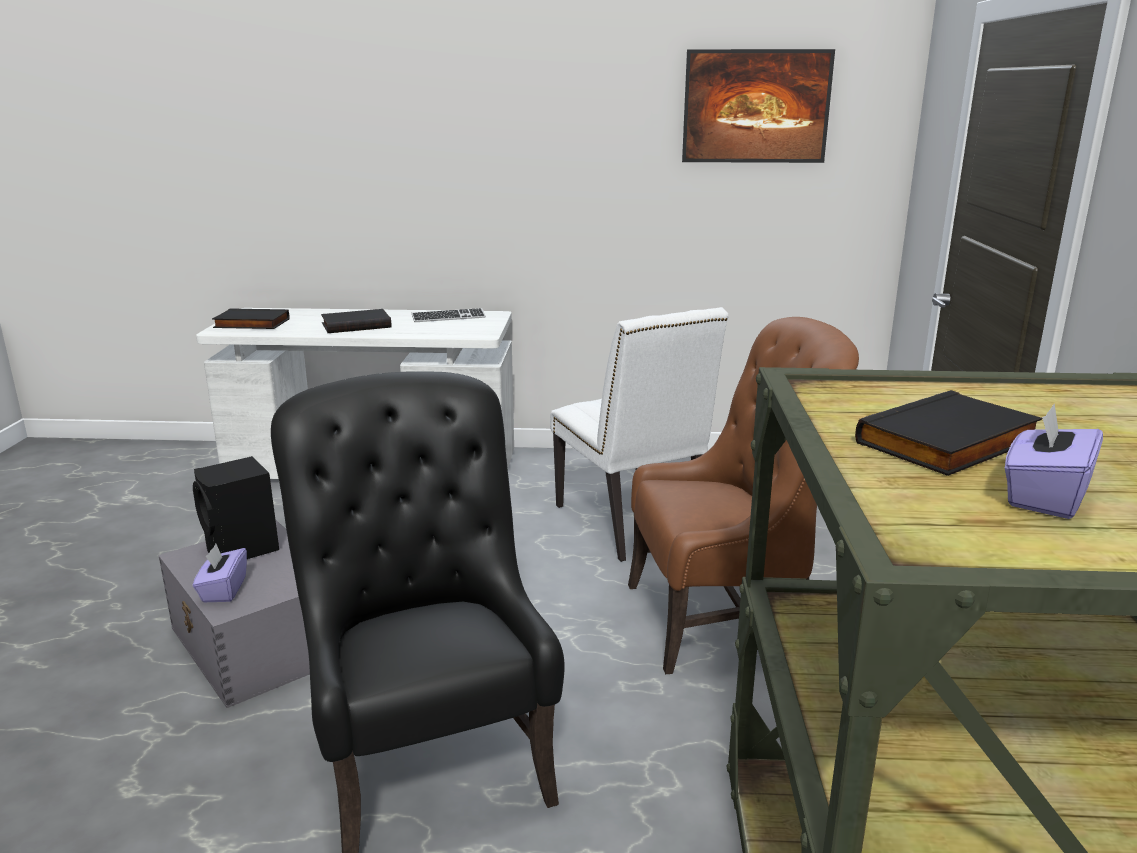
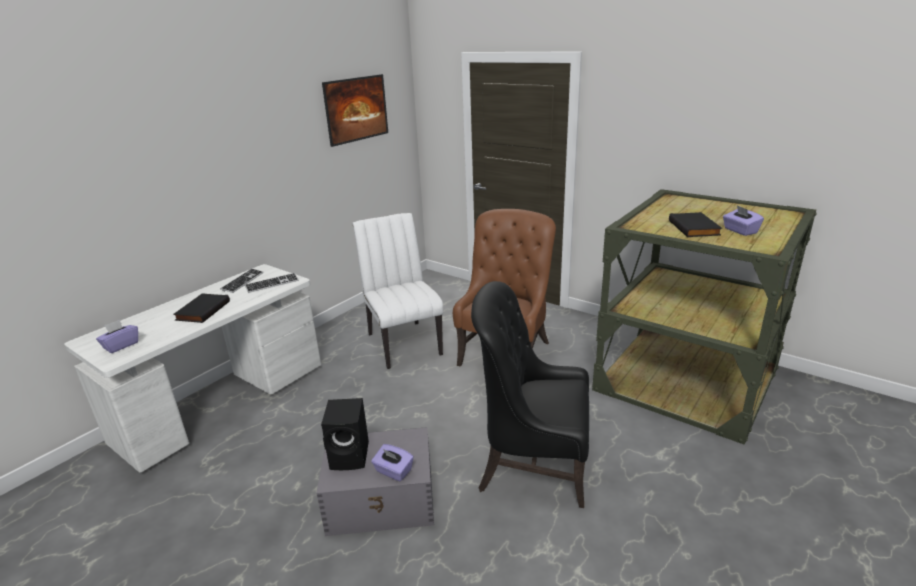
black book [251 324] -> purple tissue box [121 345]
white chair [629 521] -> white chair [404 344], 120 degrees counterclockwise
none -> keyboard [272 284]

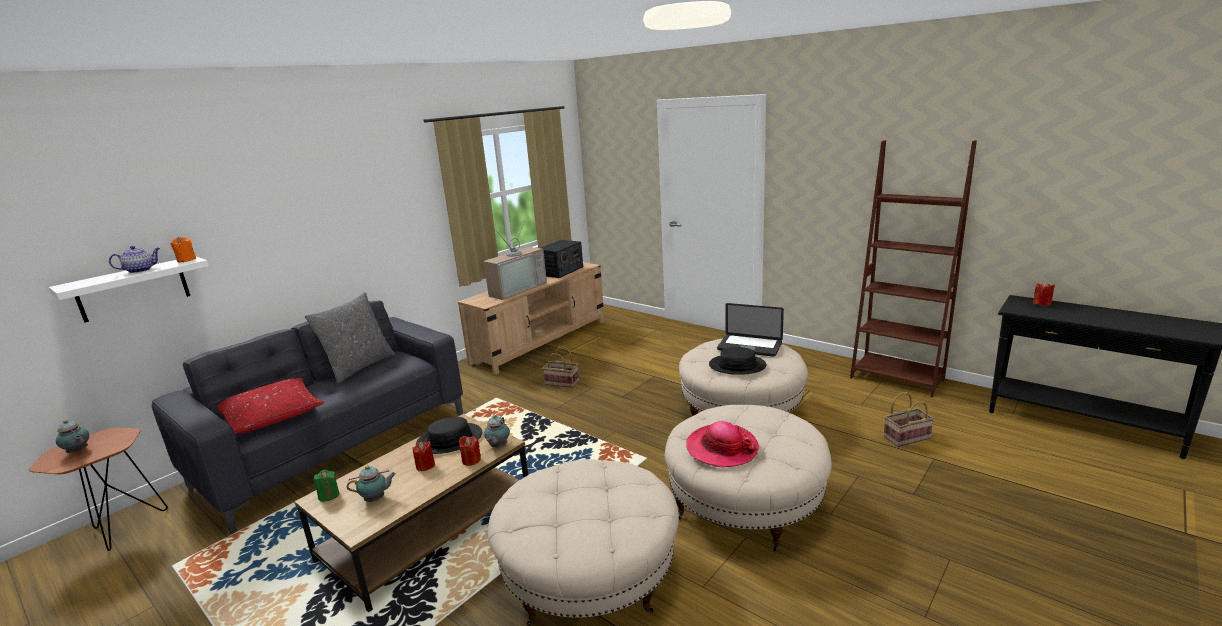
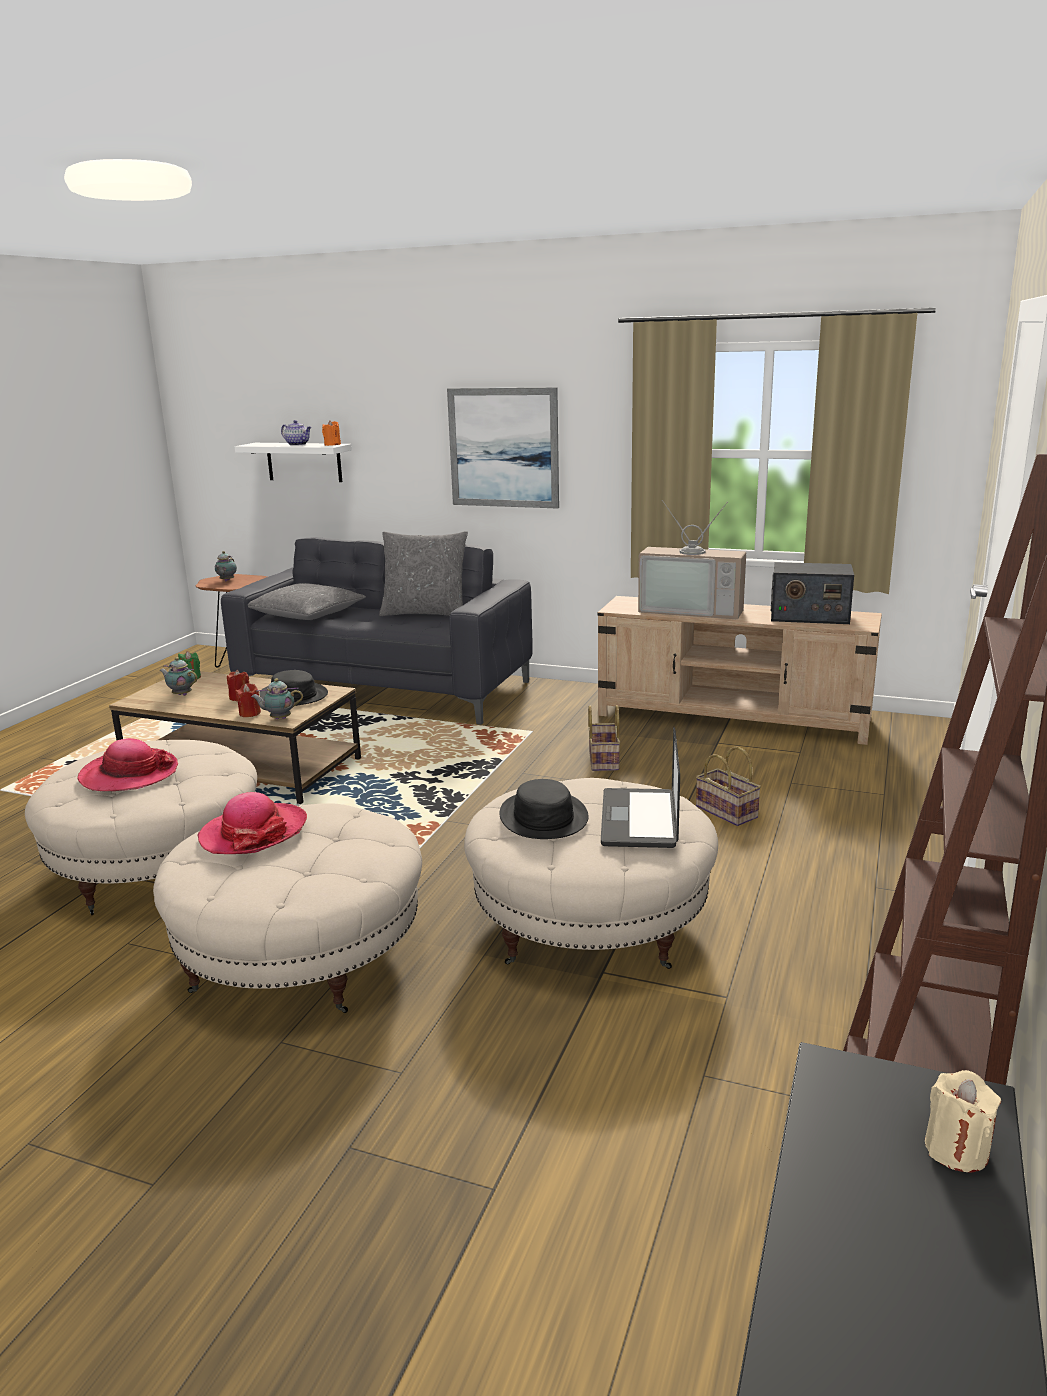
red pillow [271 416] -> grey pillow [306 614]
teapot [376 499] -> teapot [181 694], 150 degrees clockwise
basket [907 437] -> basket [728 812], relocated
red candle [1042 303] -> beige candle [956 1149]
none -> hat [129 774]
none -> picture [503 448]

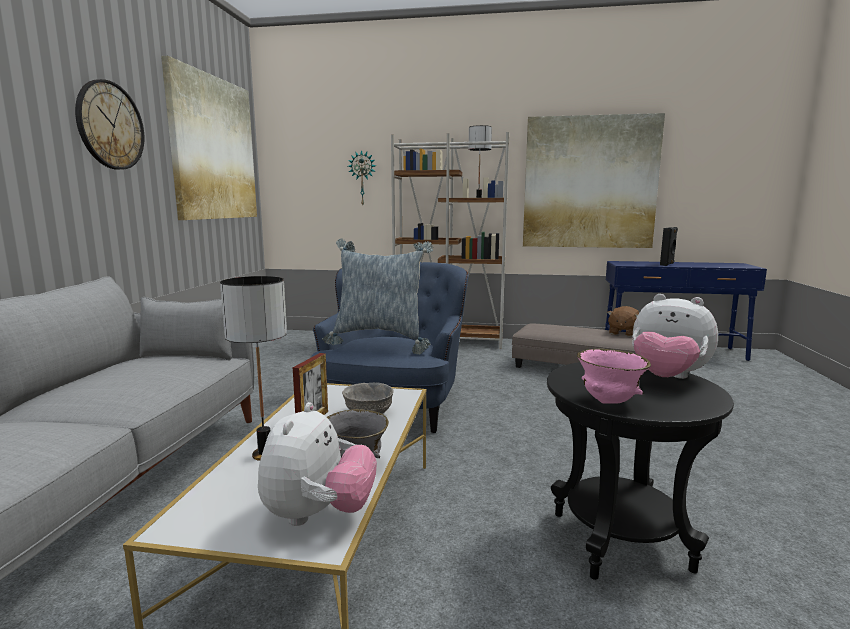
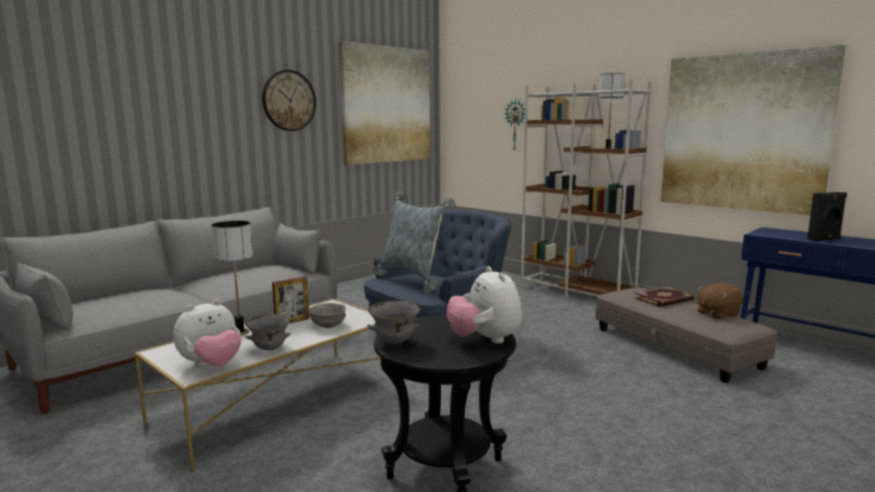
pink bowl [609 402] -> grey bowl [394 342]
none -> book [664 299]

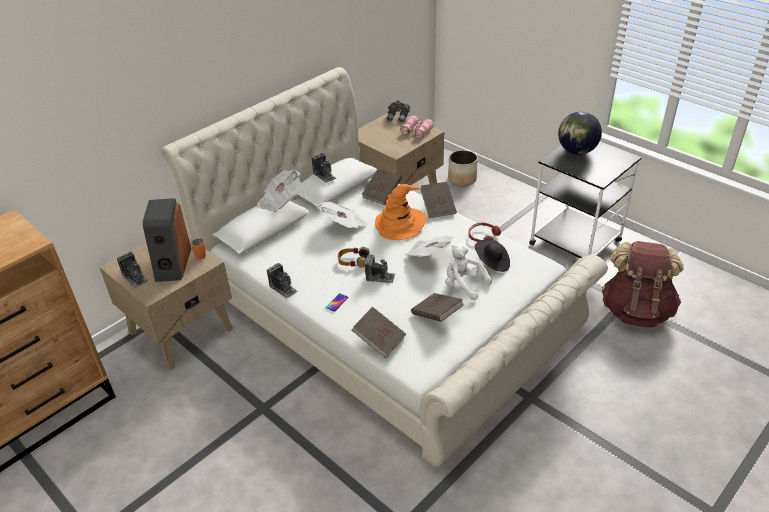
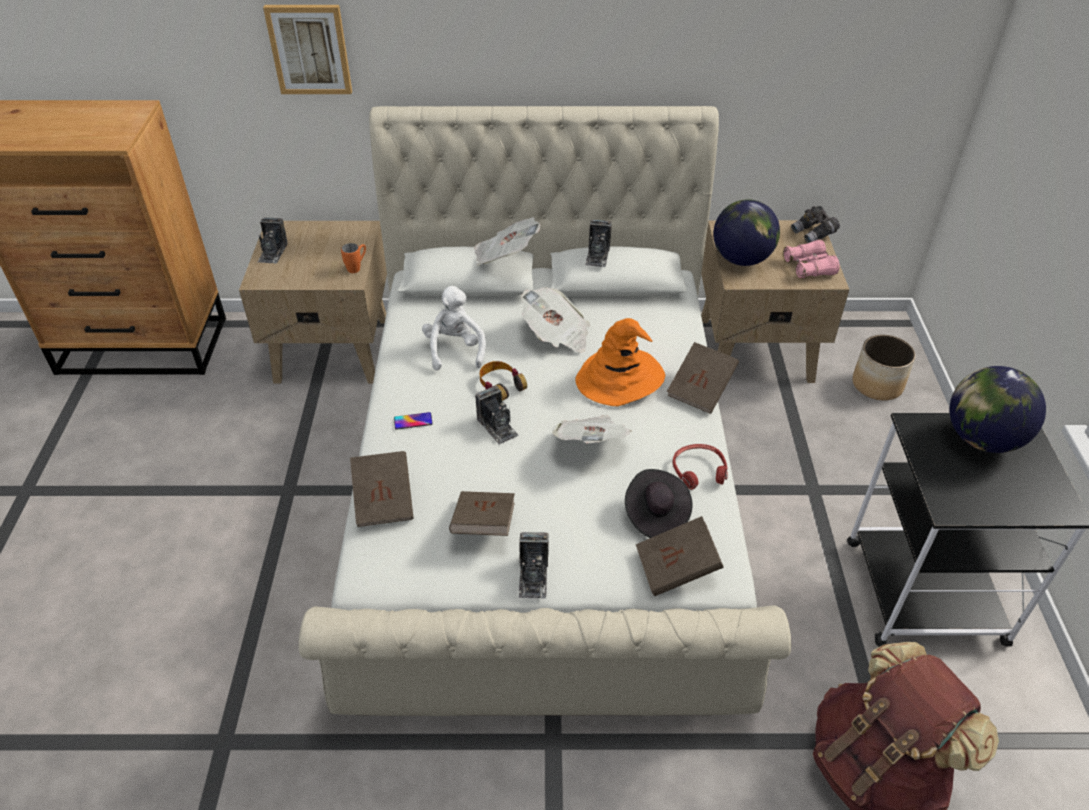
speaker [172 264] -> none
photo camera [283 288] -> photo camera [533 577], relocated
brown book [382 194] -> brown book [676 568], relocated
white plush toy [463 285] -> white plush toy [455 350], relocated
none -> picture [309 49]
none -> globe [741 259]

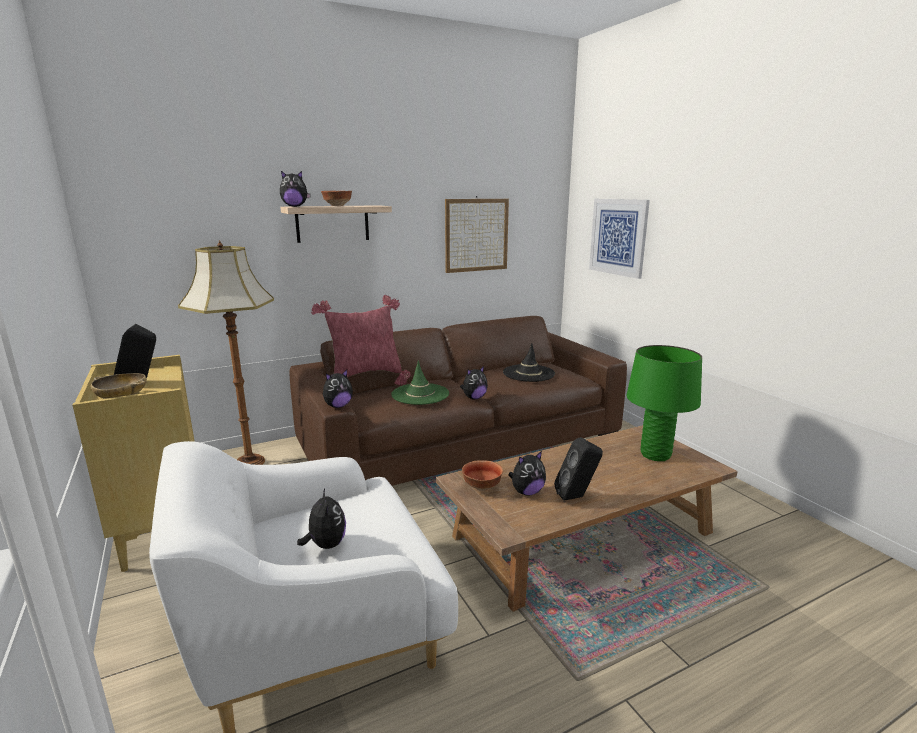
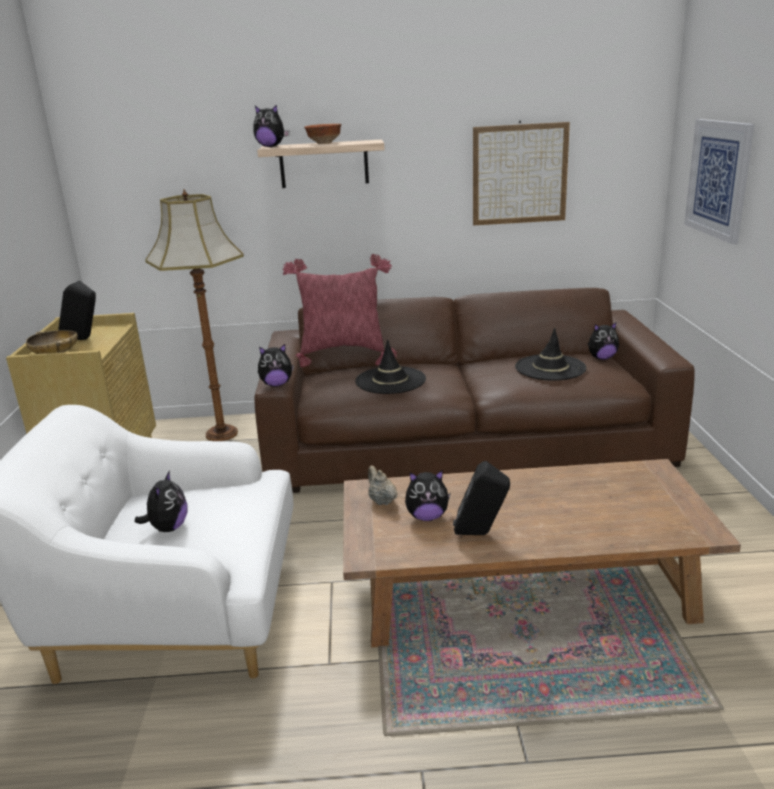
green hat [420 394] -> black hat [390 381]
plush toy [474 398] -> plush toy [601 358], relocated
bowl [481 487] -> beige teapot [382 501]
green table lamp [655 455] -> none

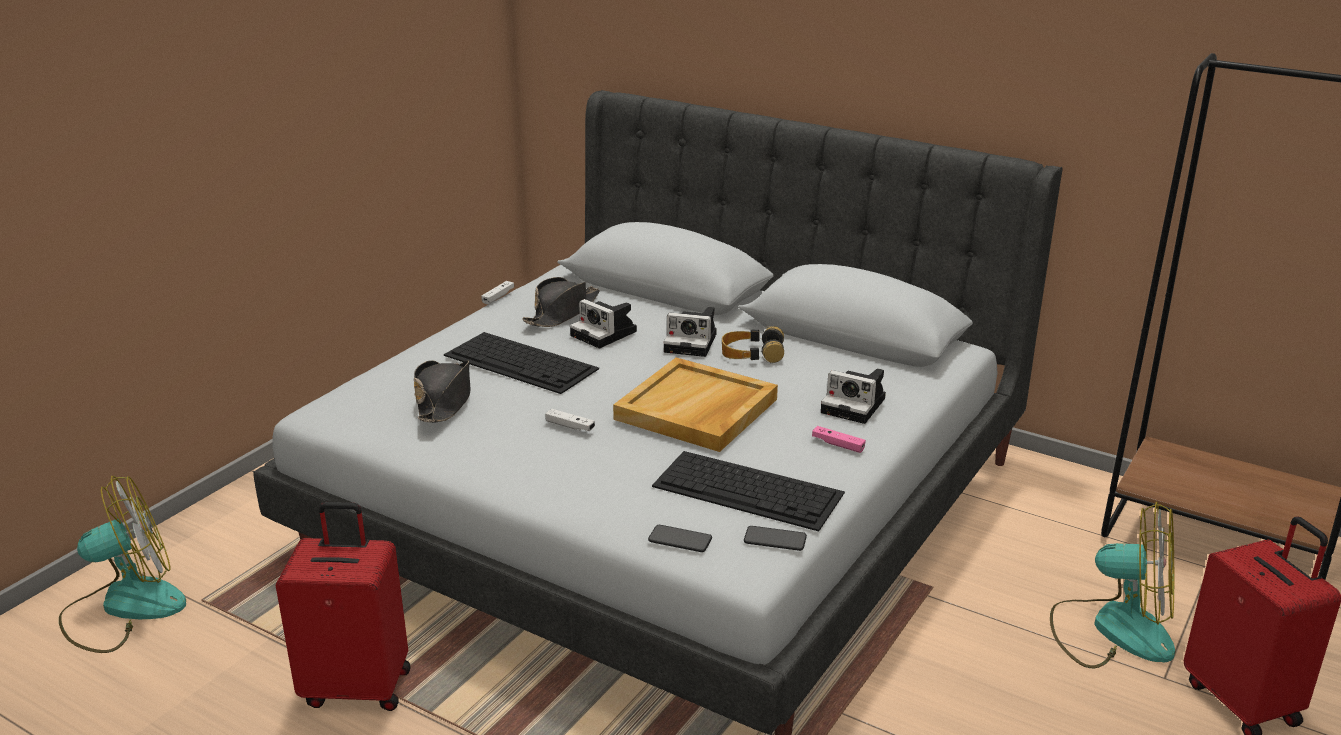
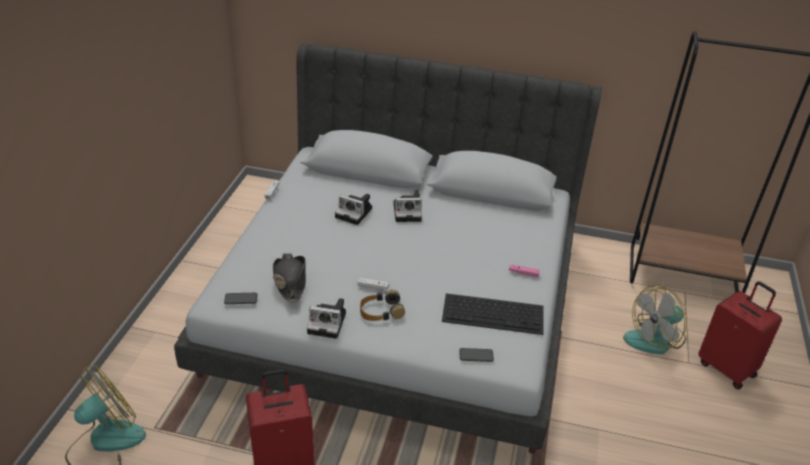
keyboard [522 362] -> none
black hat [562 313] -> none
beige tray [696 410] -> none
headphones [752 353] -> headphones [381 311], relocated
phone [775 539] -> phone [241 299], relocated
photo camera [856 406] -> photo camera [328 323], relocated
fan [1112 629] -> fan [655 339], 150 degrees clockwise

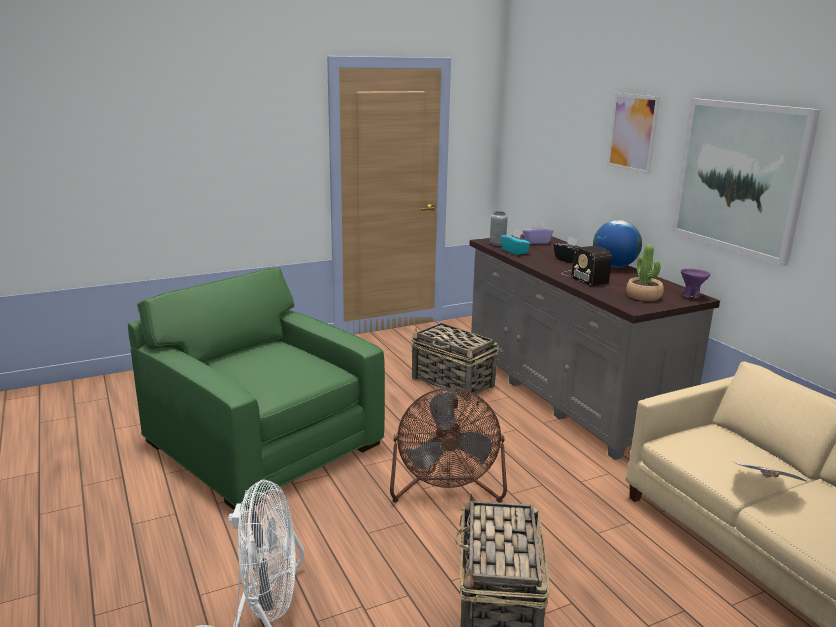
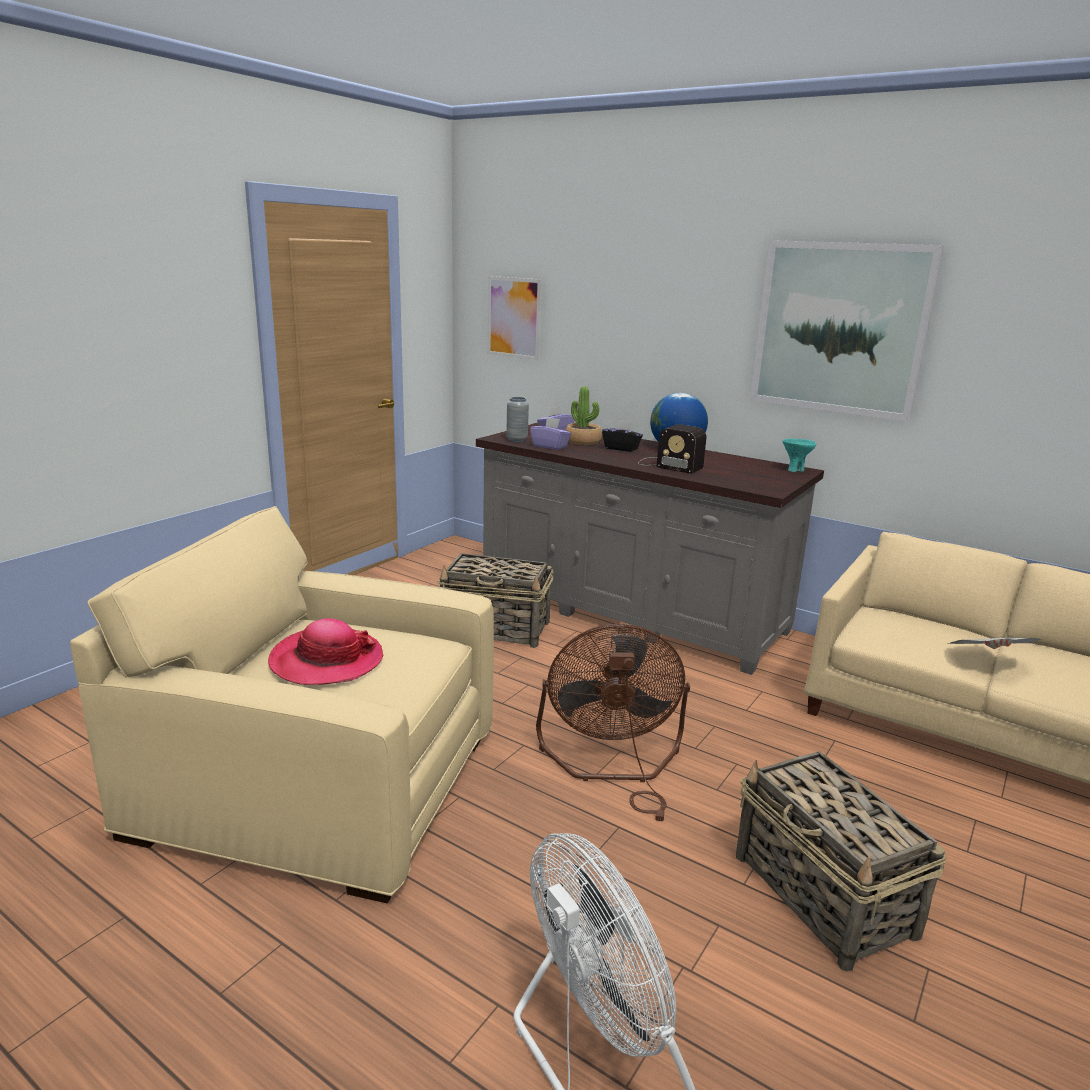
green armchair [262 442] -> beige armchair [319 780]
brown fan [442 489] -> brown fan [617 767], 150 degrees counterclockwise
turquoise tissue box [514 252] -> purple tissue box [550 446]
picture [632 132] -> picture [514 317], relocated
potted plant [643 296] -> potted plant [583 441], relocated
purple bowl [691 296] -> turquoise bowl [795 470]
none -> hat [326 660]

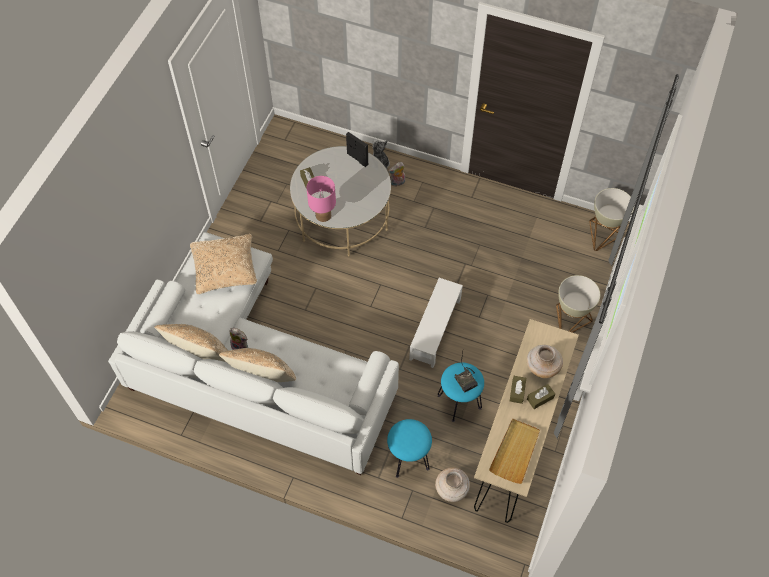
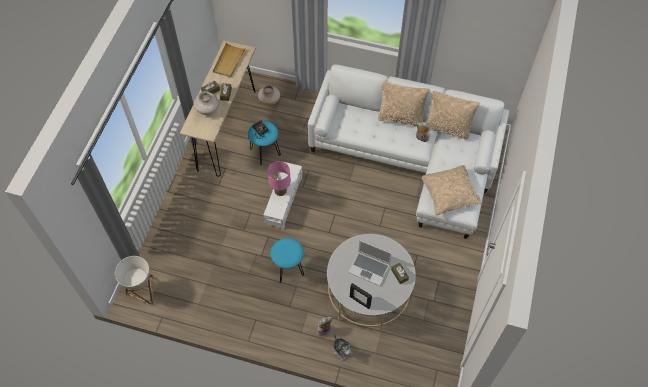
pink table lamp [323 215] -> pink table lamp [280 190], relocated
turquoise stool [408 458] -> turquoise stool [288 268], relocated
planter [569 321] -> none
none -> laptop [369 268]

